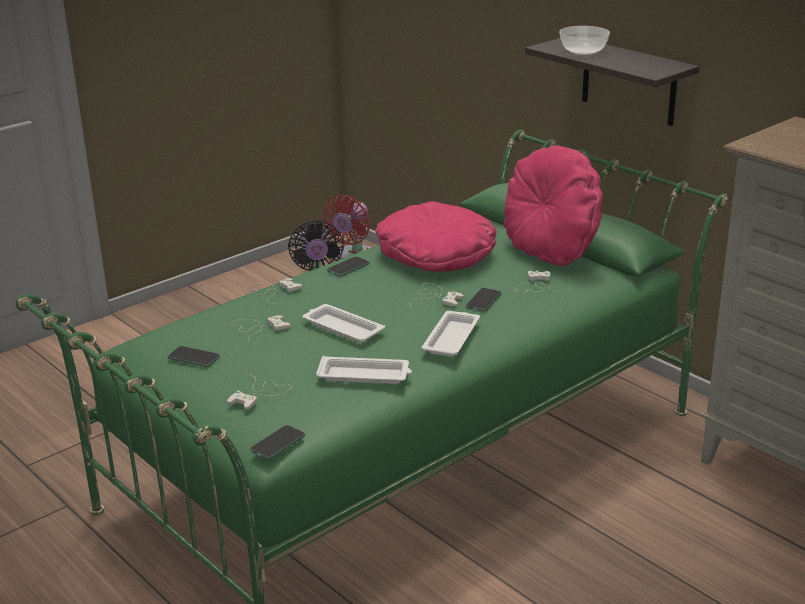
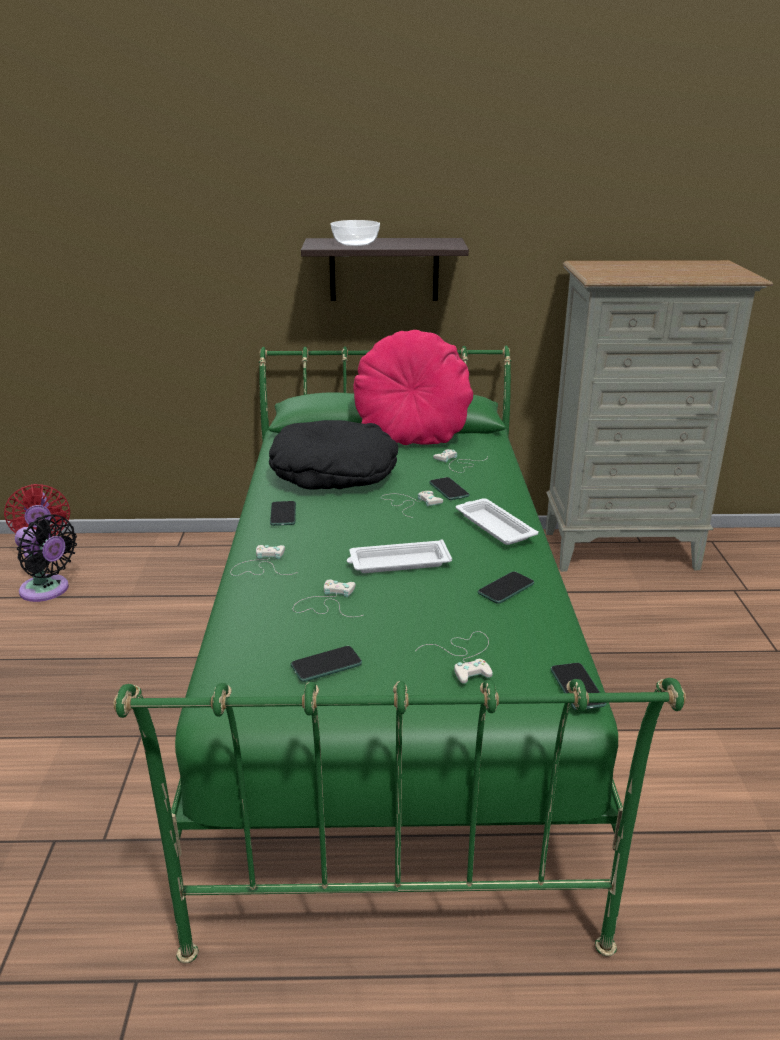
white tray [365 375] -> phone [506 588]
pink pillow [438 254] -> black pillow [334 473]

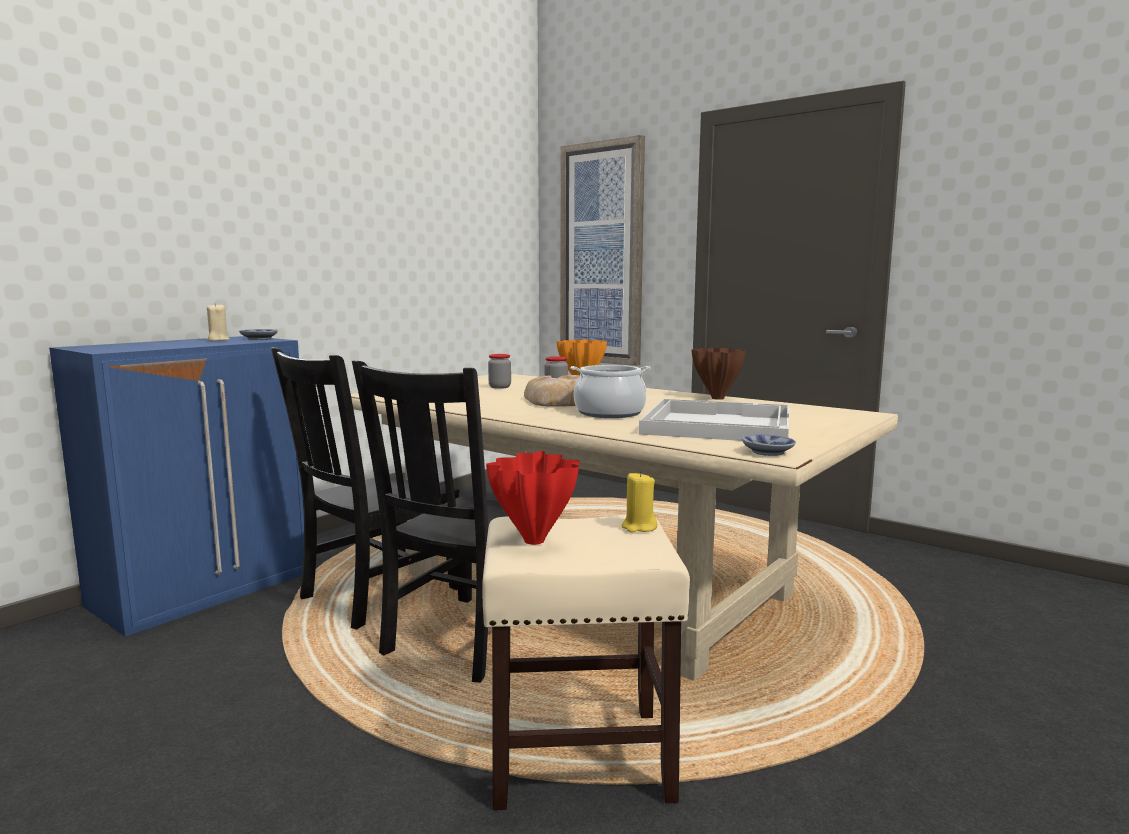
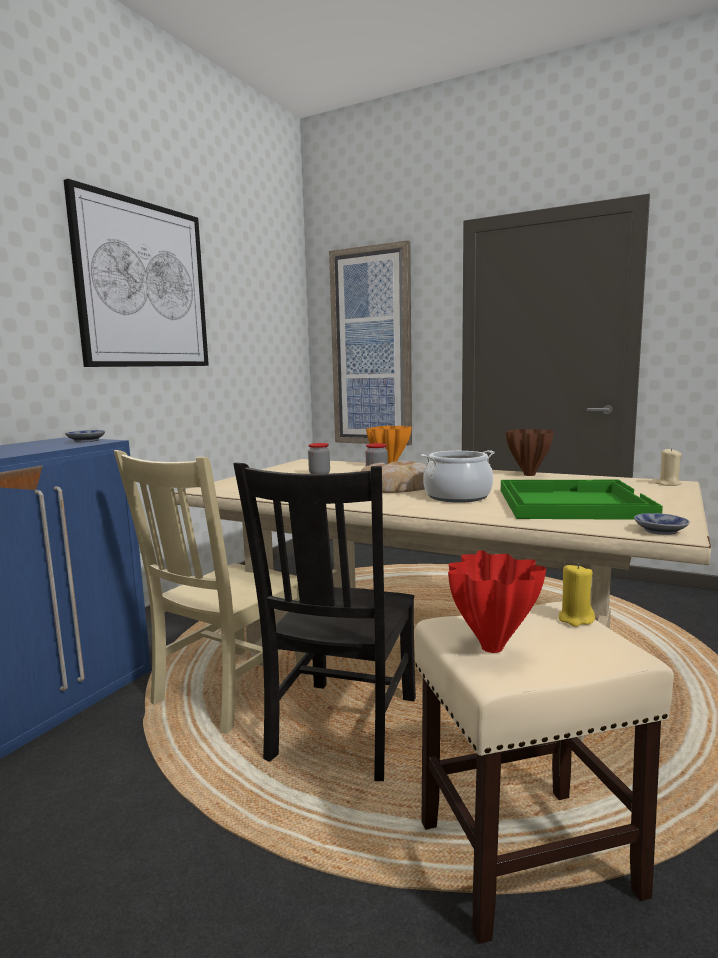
beige candle [218 340] -> beige candle [668 484], relocated
black chair [376 595] -> beige chair [228 691]
white tray [716 424] -> green tray [569 503]
none -> picture [143 285]

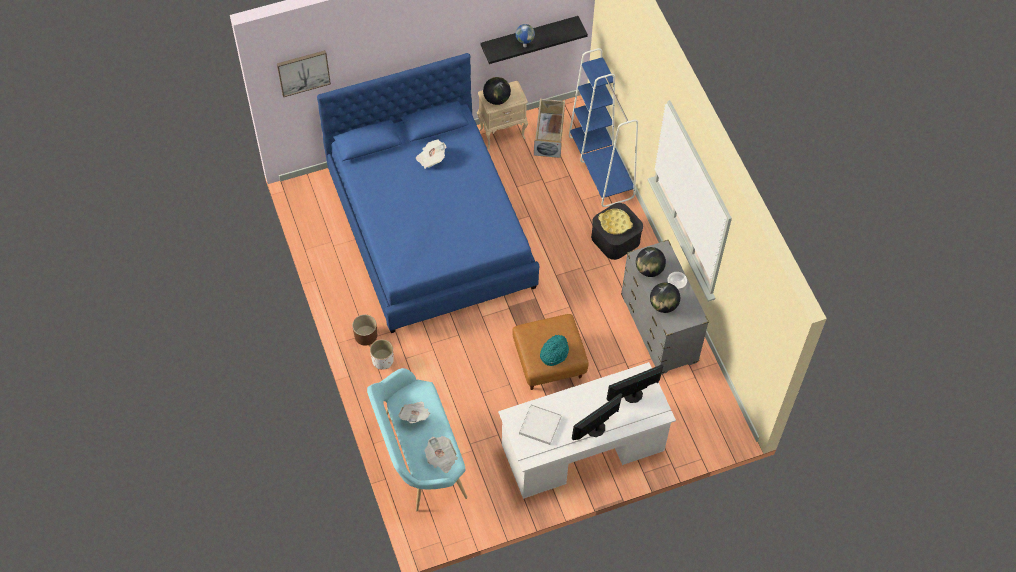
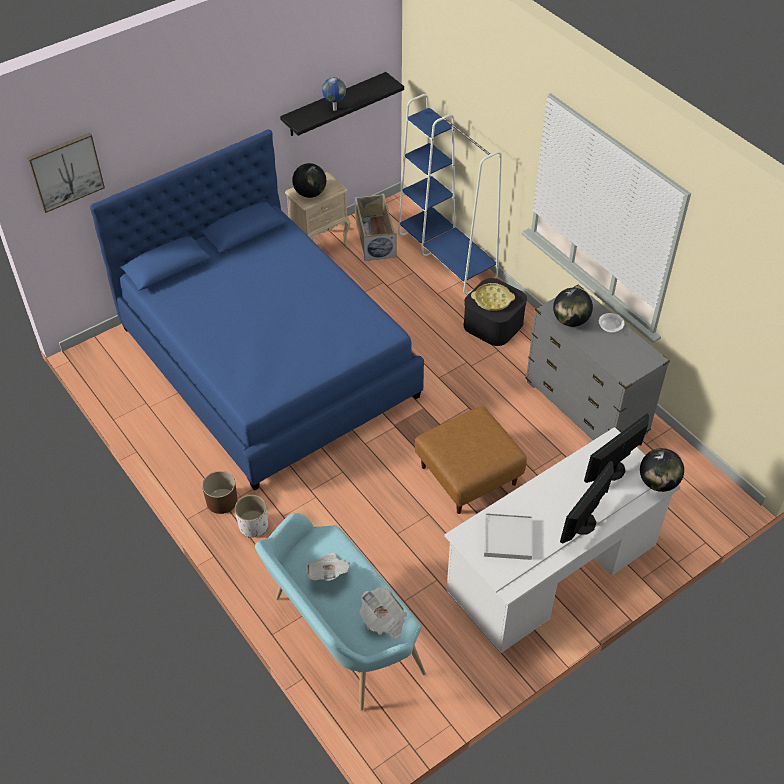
newspaper [431 158] -> none
turquoise hat [554 353] -> none
globe [663 305] -> globe [658 482], relocated

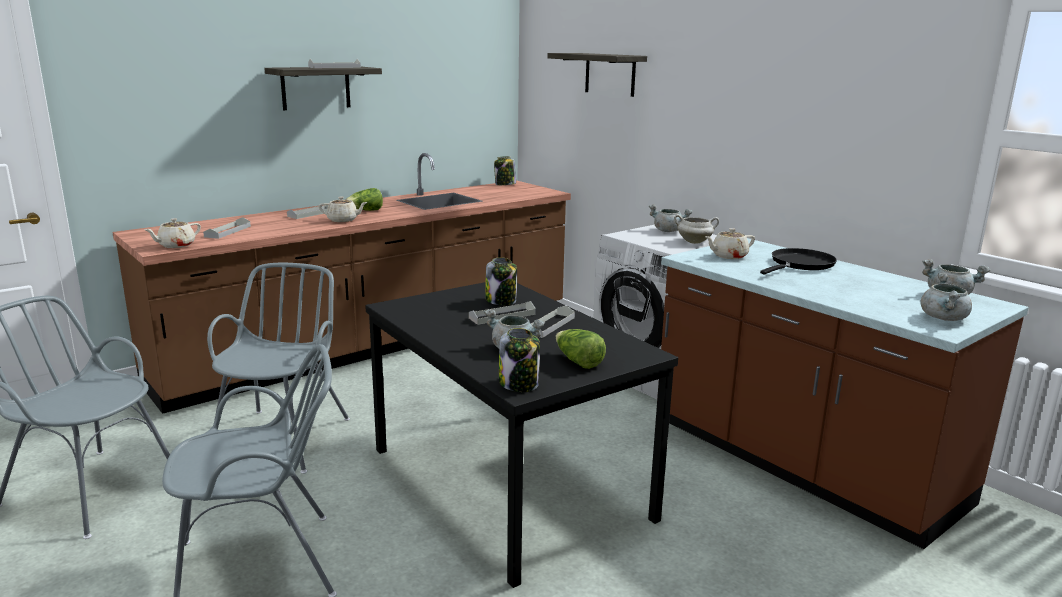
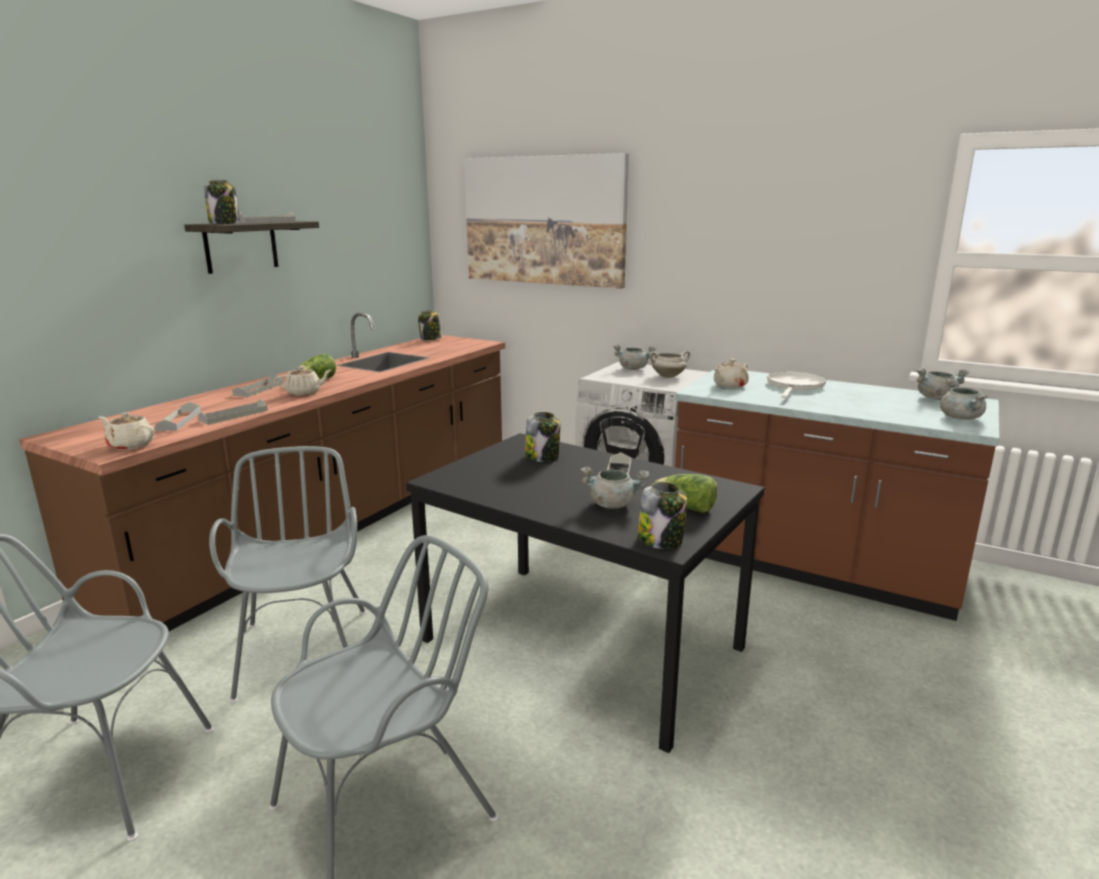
beige teapot [176 245] -> beige teapot [130 445], 90 degrees clockwise
grey tray [502 316] -> grey tray [234 415], relocated
shelf [610 74] -> picture [544 221]
black frying pan [800 264] -> white frying pan [795 386]
none -> jar [225 223]

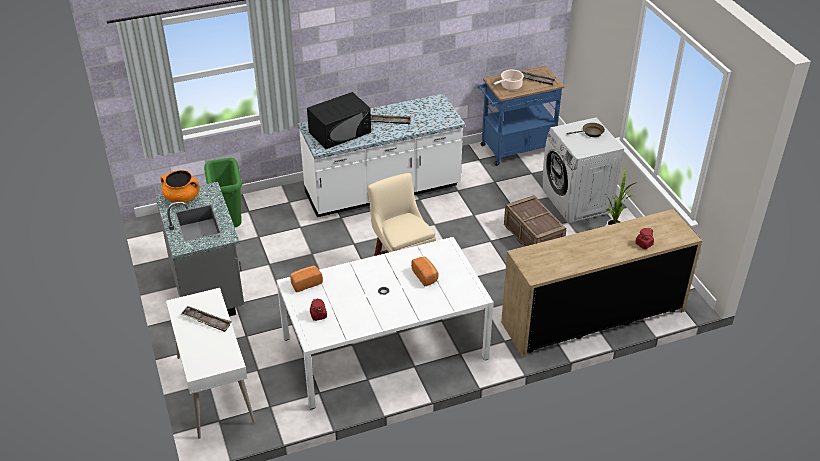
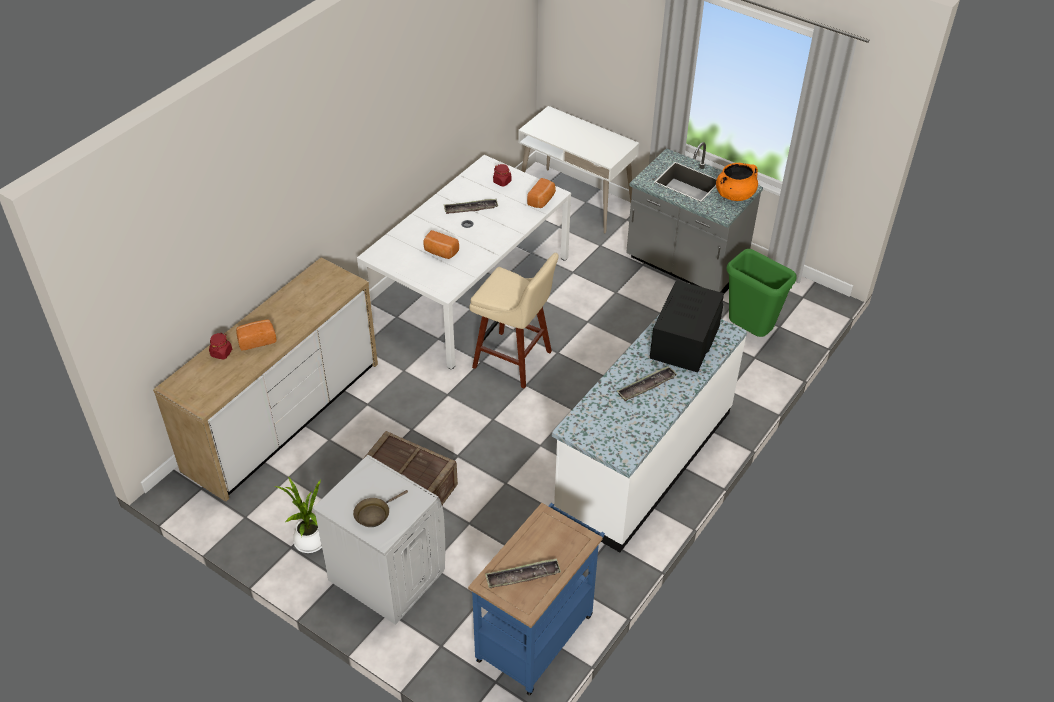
tray [206 321] -> tray [470 209], relocated
cooking pot [510 86] -> none
none -> bread [256 340]

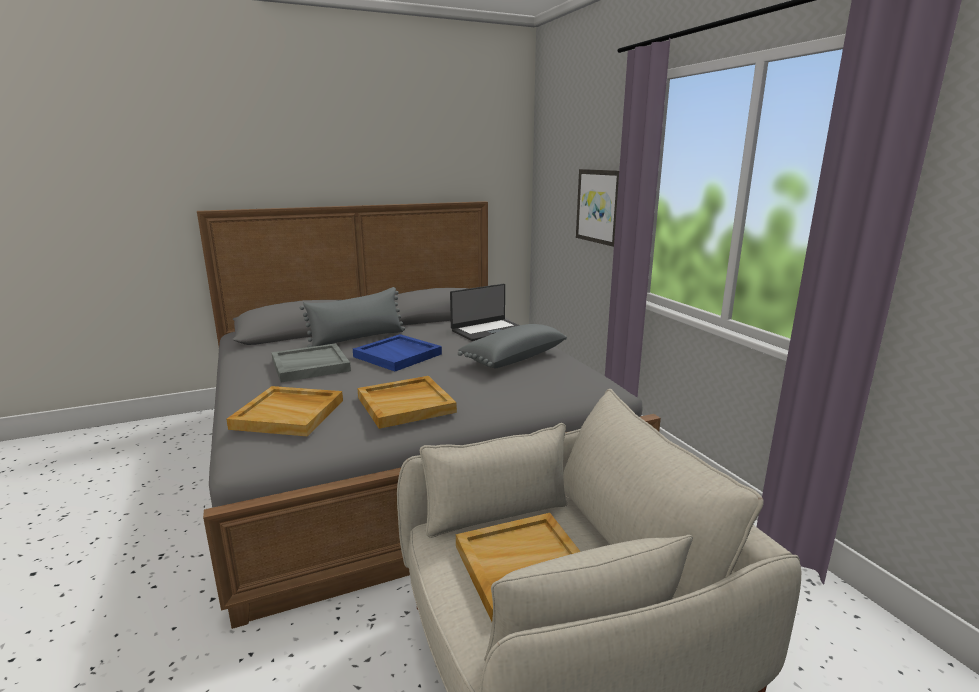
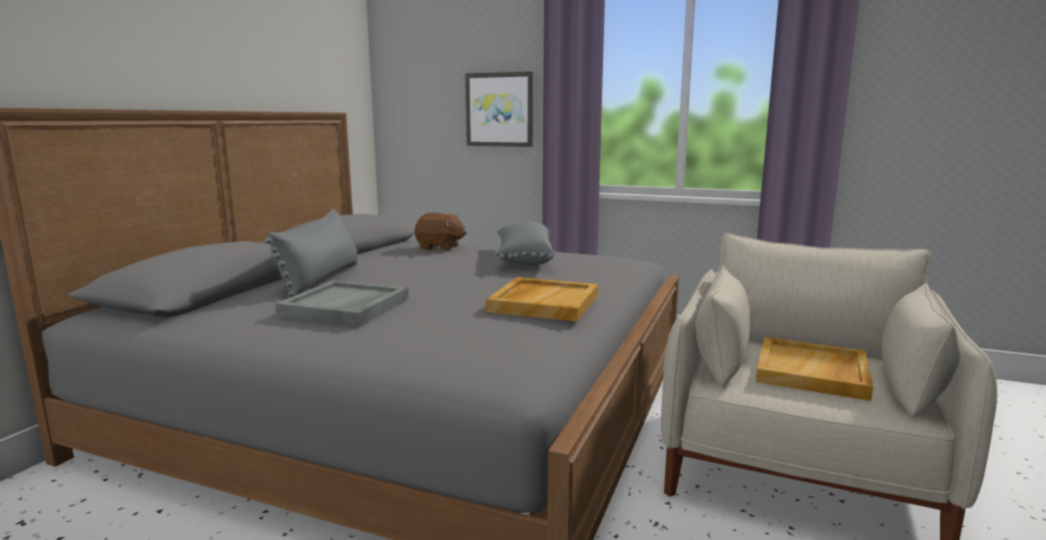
beige tray [290 414] -> none
blue tray [398 355] -> none
laptop [487 330] -> brown plush toy [440 247]

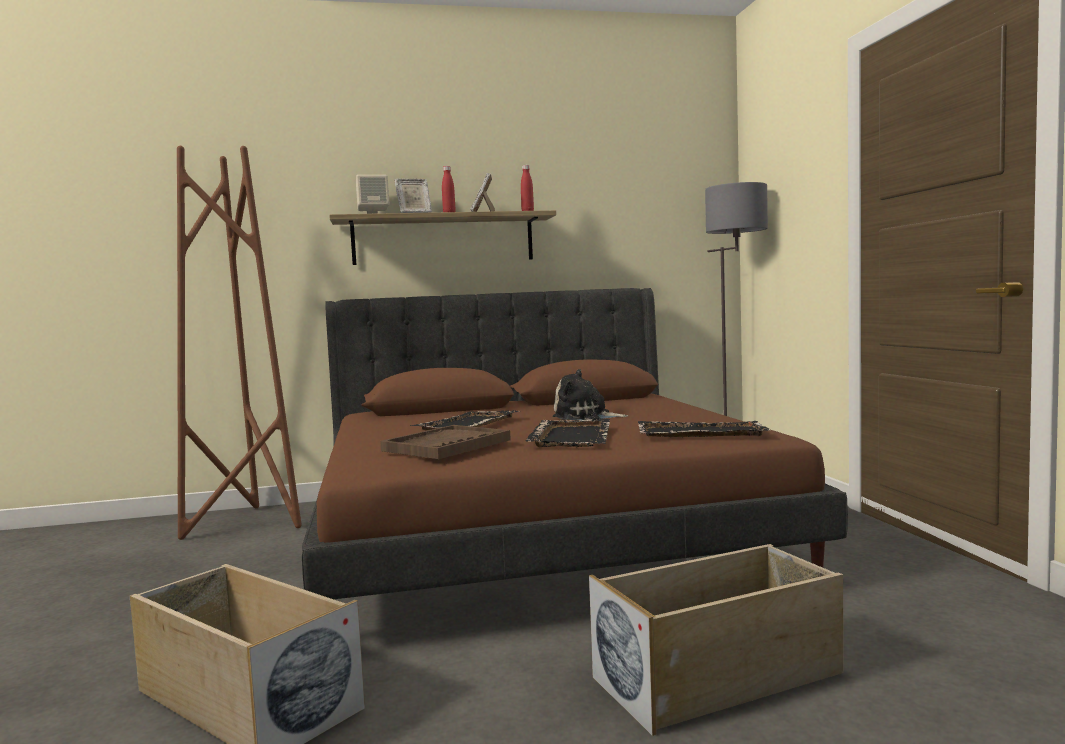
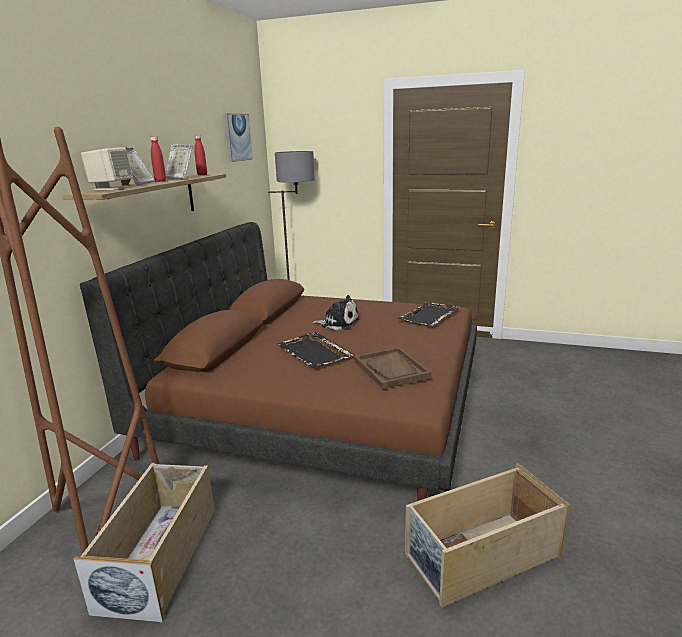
black tray [571 436] -> none
plush toy [585 417] -> plush toy [338 323], 120 degrees counterclockwise
beige storage box [719 676] -> beige storage box [160 556], relocated
none -> picture [237 137]

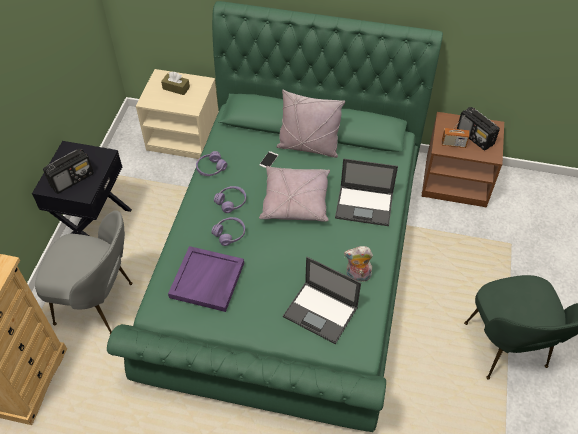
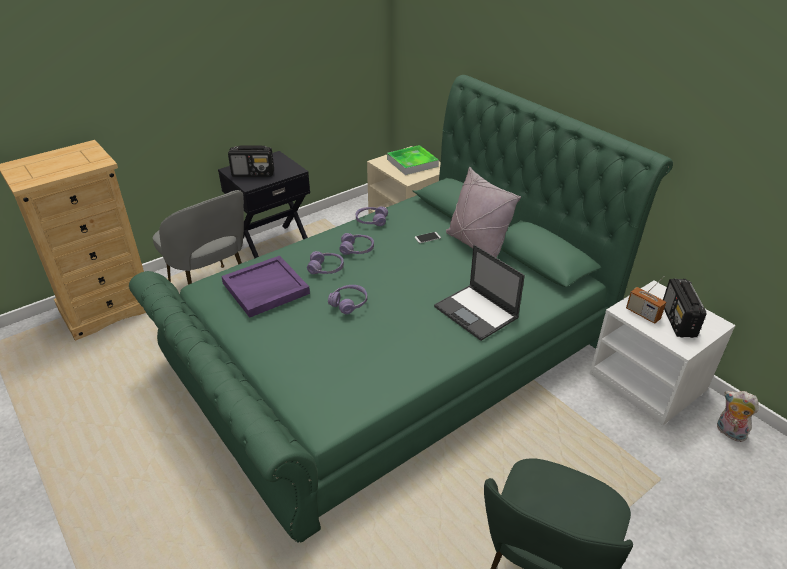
brown tissue box [176 88] -> tray [412 163]
purple pillow [295 201] -> none
laptop [321 312] -> none
plush toy [357 276] -> plush toy [728 432], relocated
brown nightstand [456 181] -> white nightstand [648 382]
none -> purple headphones [349 303]

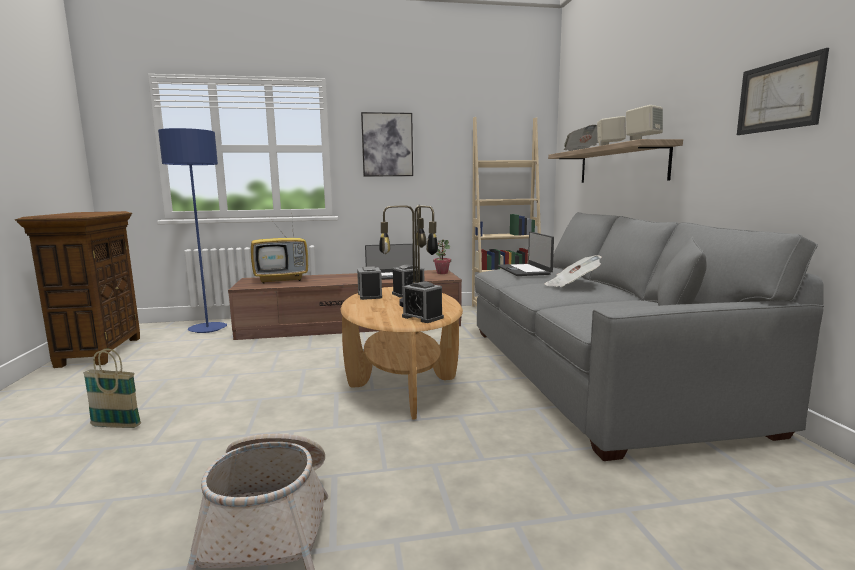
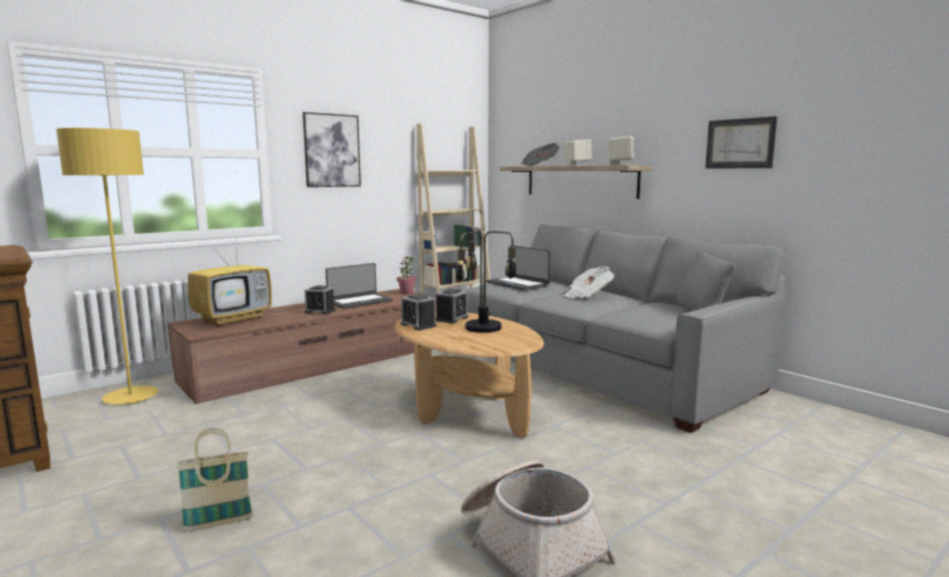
blue floor lamp [207 329] -> yellow floor lamp [131 397]
alarm clock [422 317] -> alarm clock [319 311], relocated

